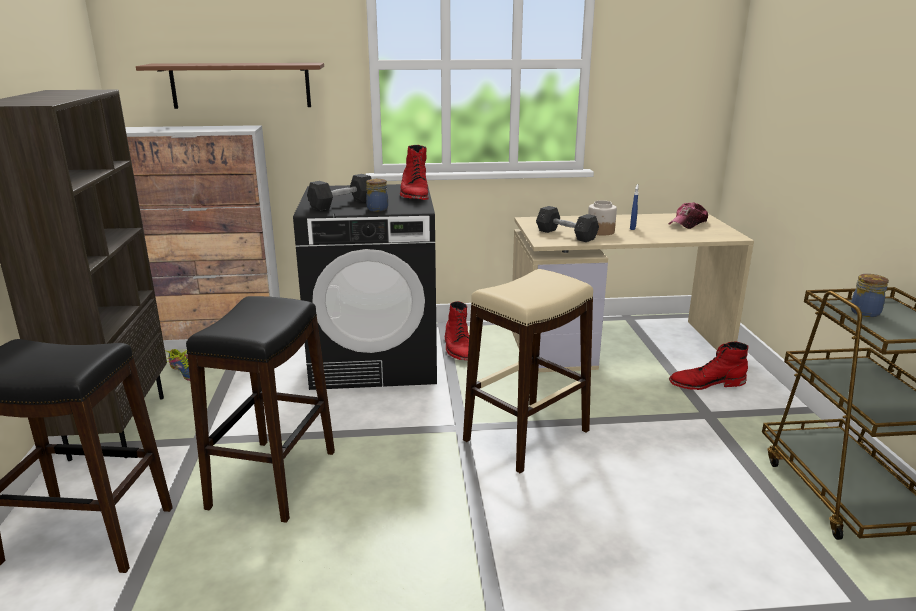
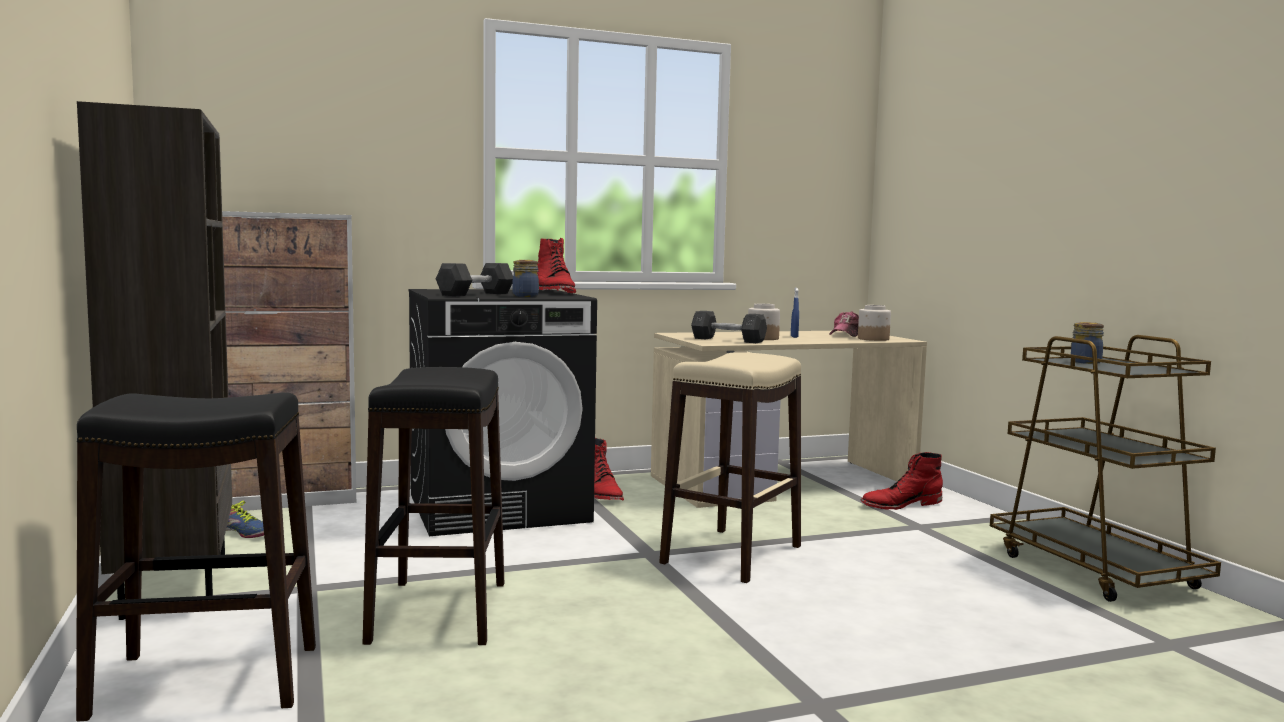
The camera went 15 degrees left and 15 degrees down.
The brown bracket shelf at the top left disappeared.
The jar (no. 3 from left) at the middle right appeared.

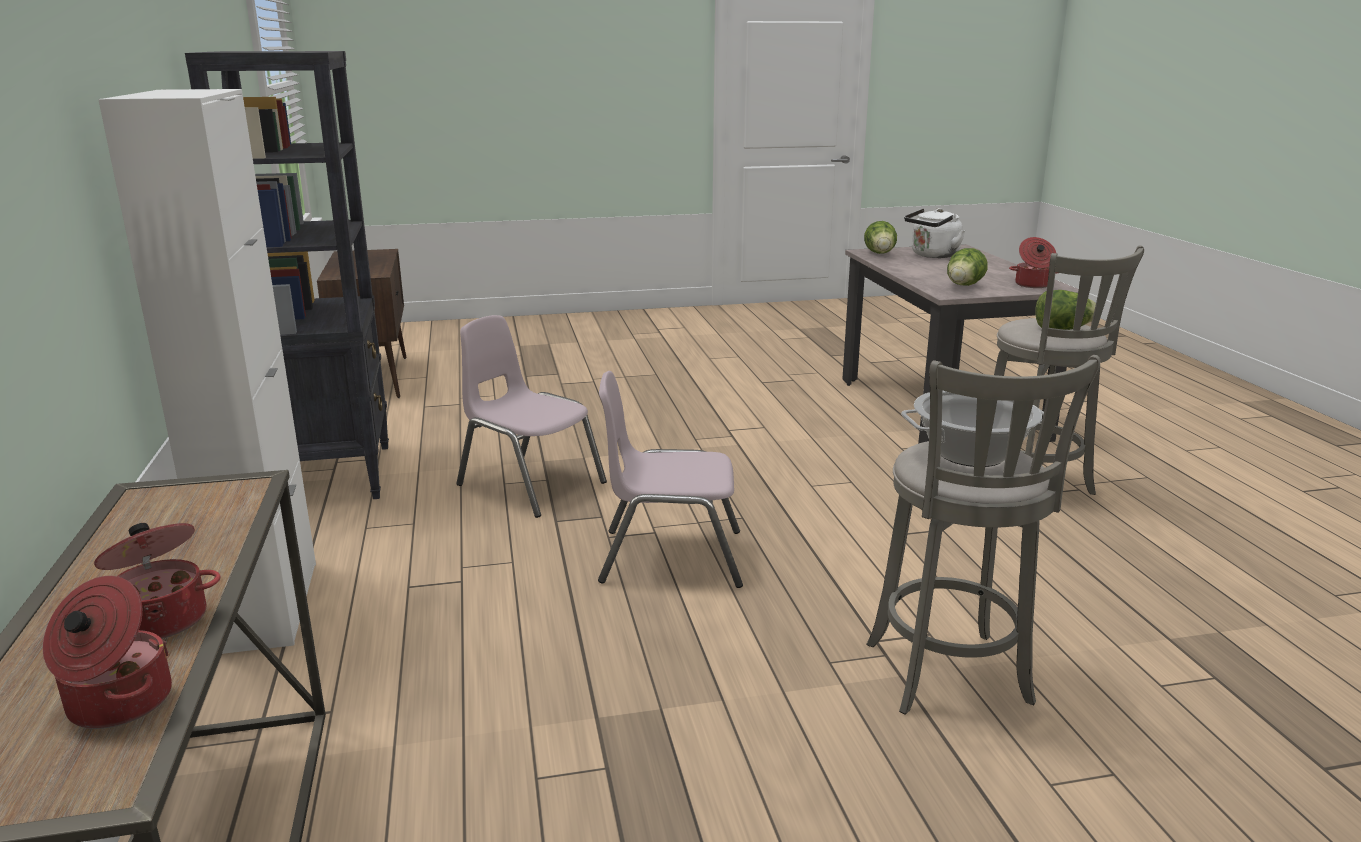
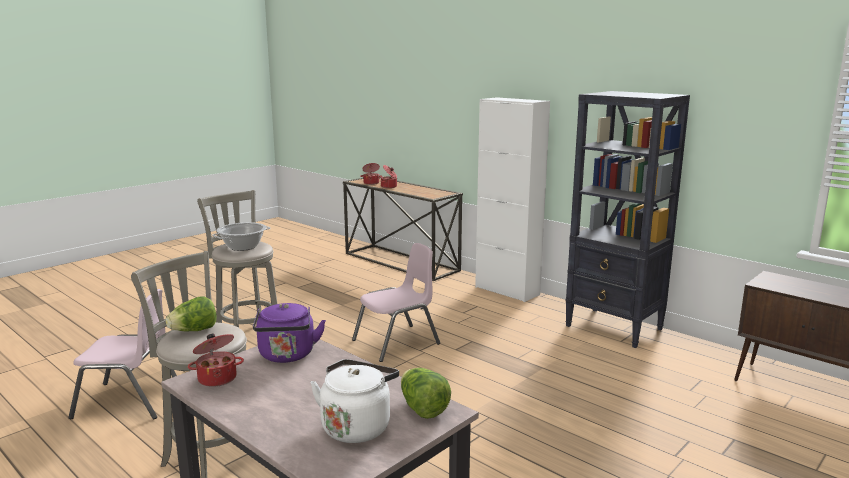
The camera went 145 degrees right and 5 degrees down.
The head of lettuce (no. 2 from left) at the top right was replaced by the purple water kettle at the bottom centre.
The pinkish chair (no. 1 from left) moved from the centre to the bottom left.

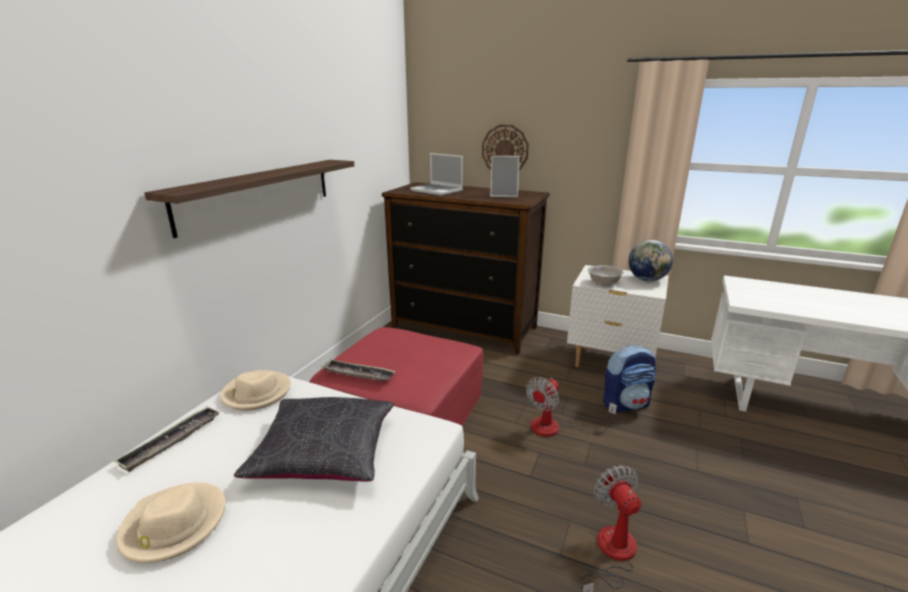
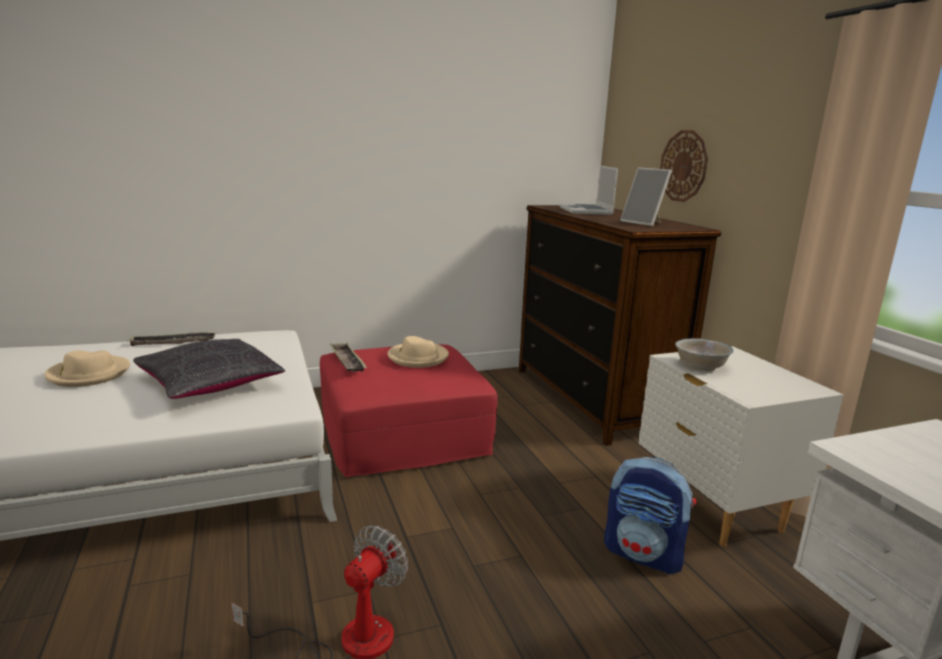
The camera went 45 degrees right and 5 degrees down.
The bracket shelf at the middle left disappeared.
The desk globe at the middle right disappeared.
The sand-coloured clothing hat (no. 2 from left) moved from the middle left to the centre.
The cooling fan (no. 1 from left) at the bottom centre disappeared.

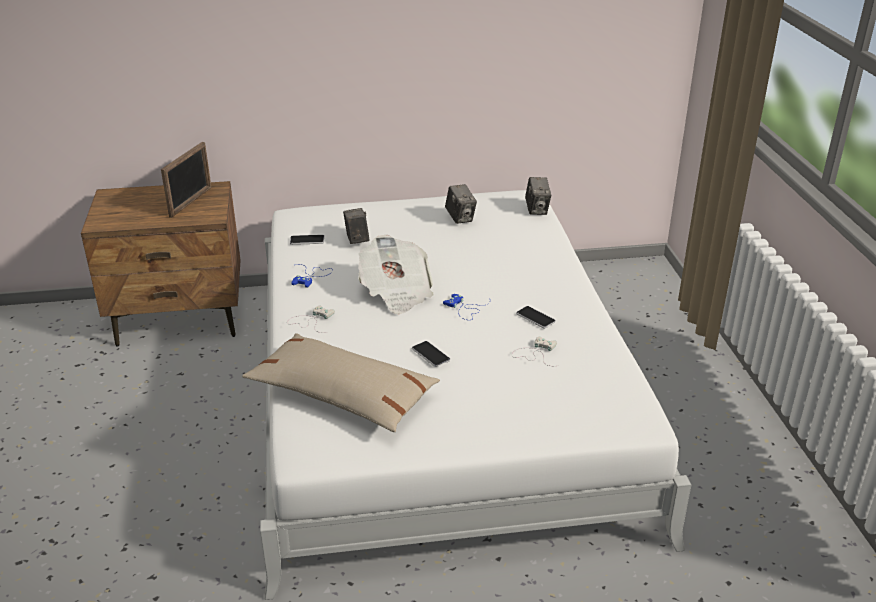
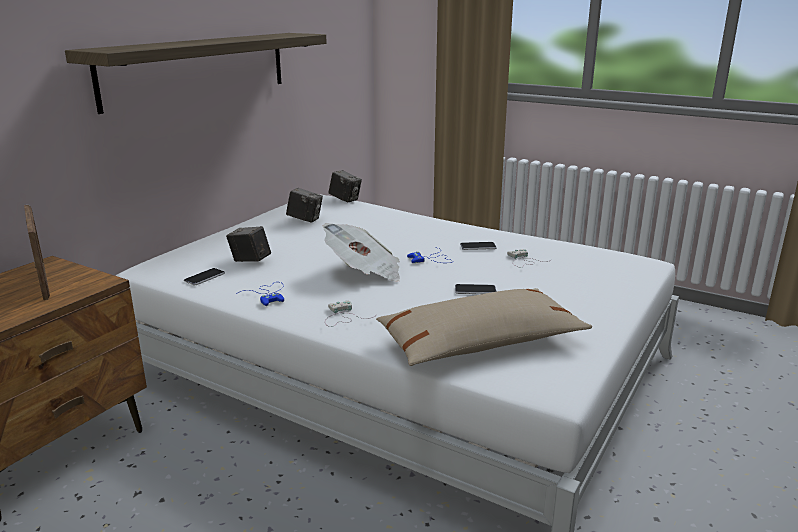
The camera went 50 degrees left and 10 degrees down.
The bracket shelf at the top left appeared.

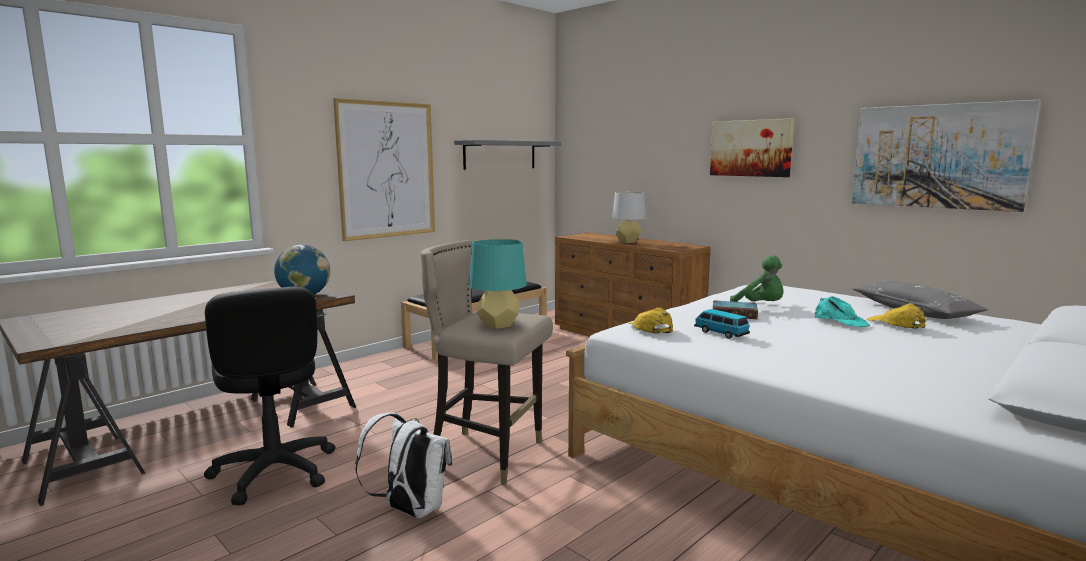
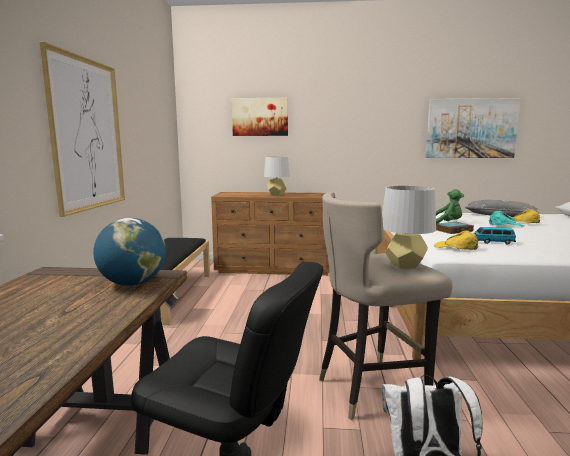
The camera went 40 degrees left and 0 degrees up.
The picture (no. 2 from left) moved from the top right to the top centre.
The gray bracket shelf at the top centre disappeared.
The blue-green tabletop lamp at the centre became the gray tabletop lamp (no. 2 from left) at the middle right.

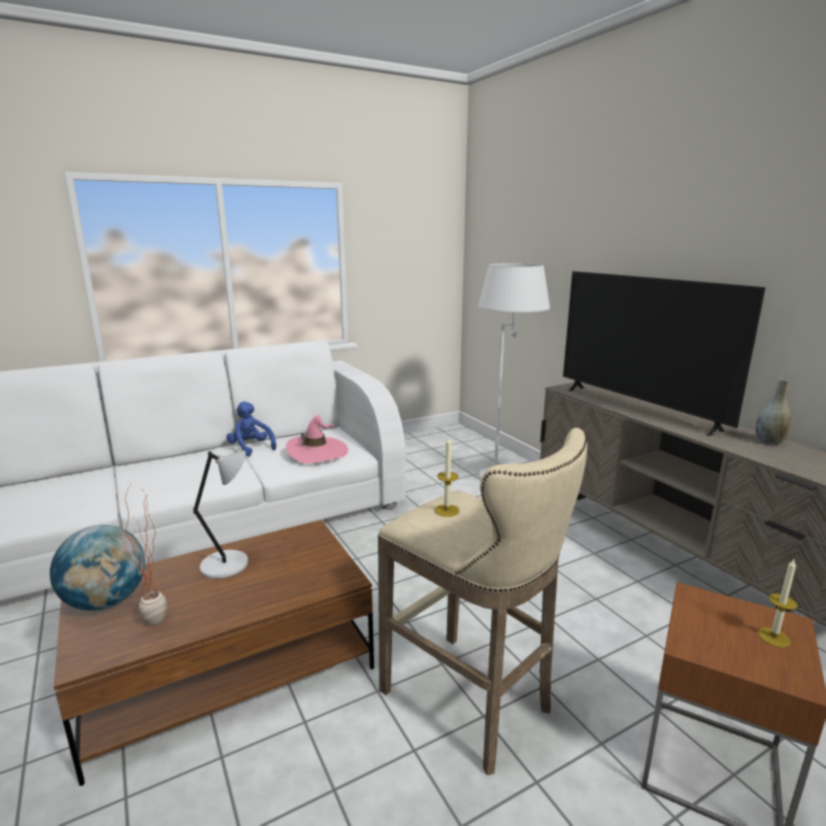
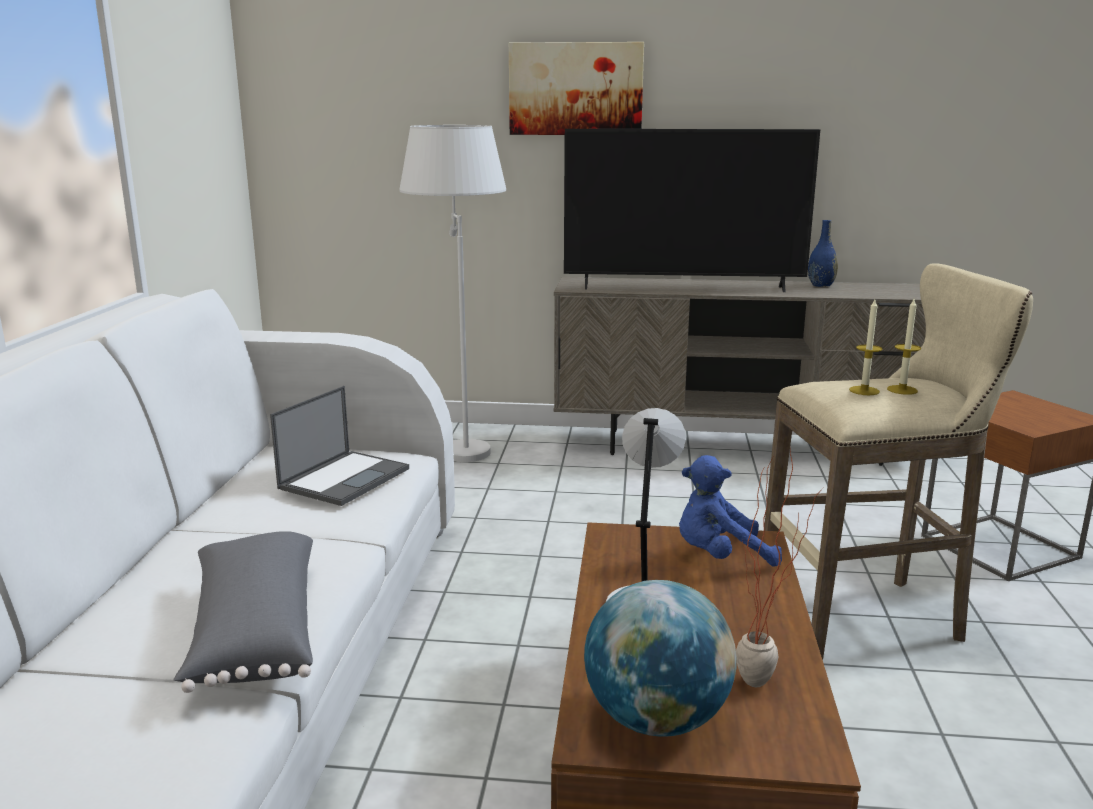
The camera went 55 degrees left and 0 degrees up.
The gray flower vase at the middle right became the blue-coloured flower vase at the top right.
The blue-coloured soft toy moved from the middle left to the middle right.
The pinkish clothing hat at the centre was replaced by the notebook computer at the middle left.
The wax candle (no. 2 from left) moved from the bottom right to the middle right.
The picture at the top centre appeared.
The gray cushion at the bottom left appeared.

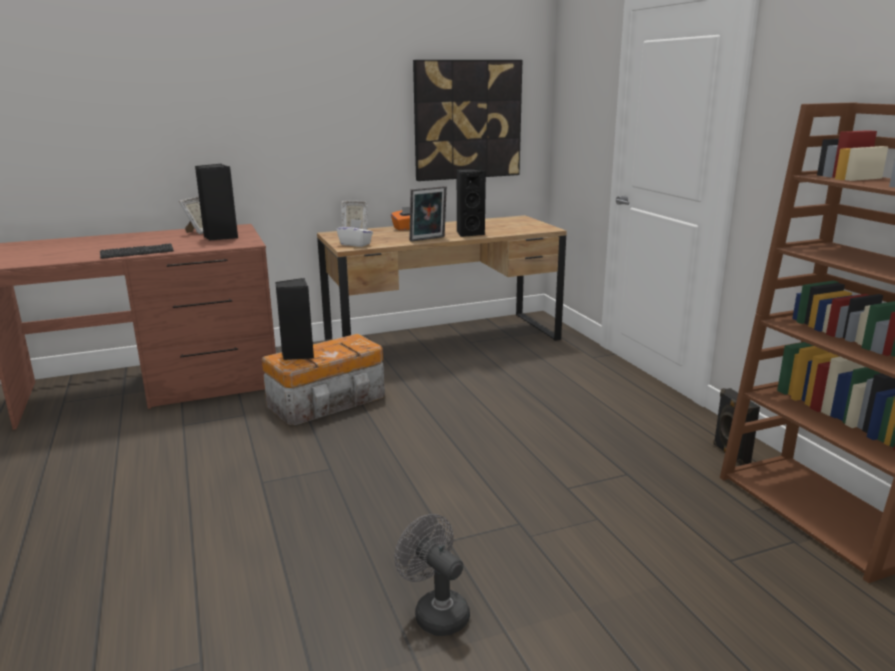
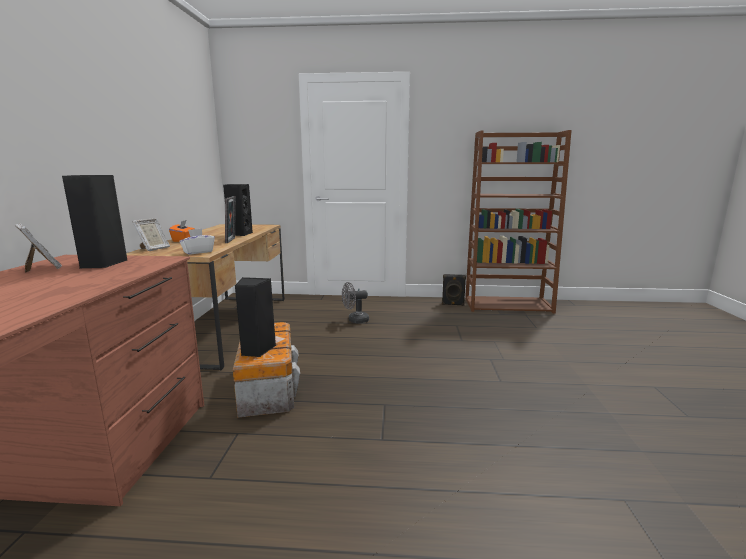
The camera went 65 degrees left and 5 degrees down.
The picture at the top centre disappeared.
The PC keyboard at the middle left disappeared.
The gray cooling fan moved from the bottom centre to the centre.

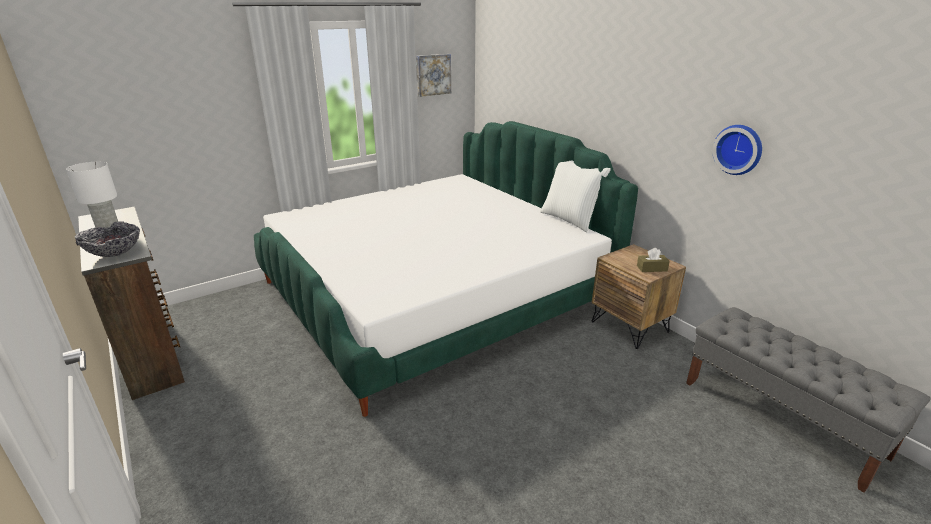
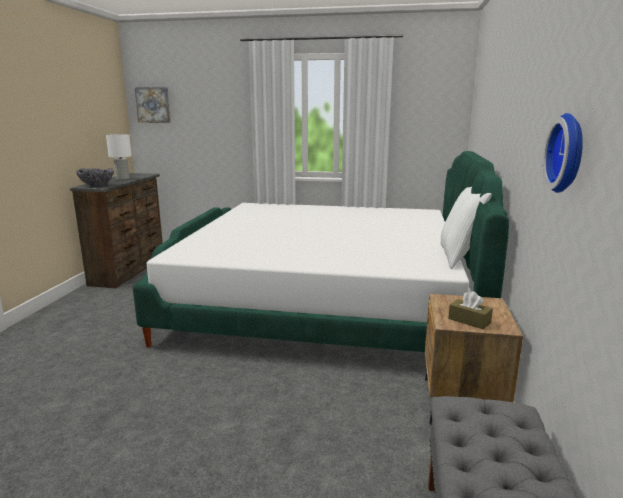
The camera went 45 degrees right and 10 degrees down.
The picture moved from the top centre to the top left.

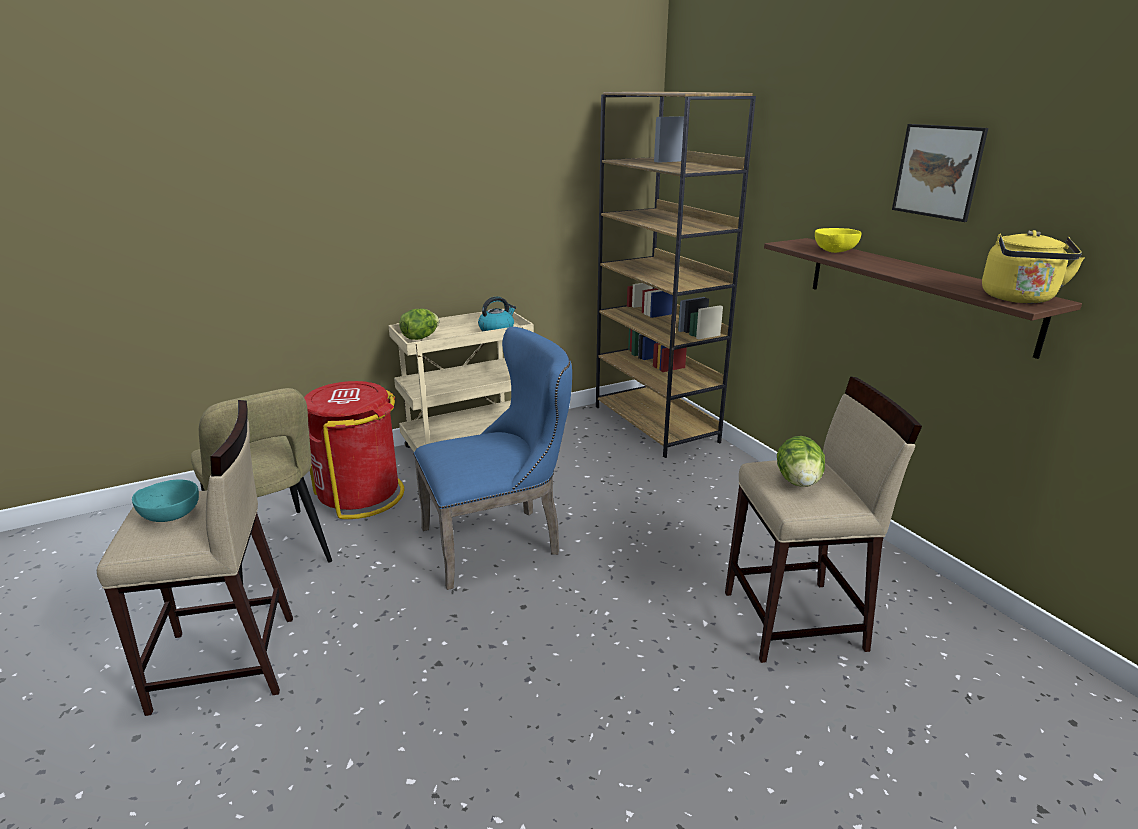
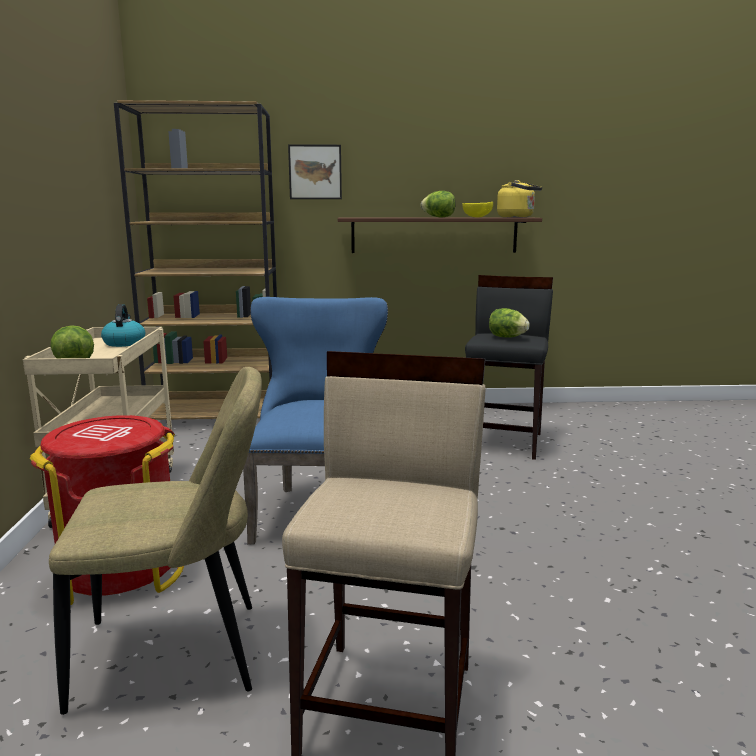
The camera went 65 degrees left and 10 degrees down.
The picture moved from the top right to the top centre.
The yellowish serving bowl moved from the top right to the top centre.
The sand-coloured stool (no. 2 from left) at the middle right became the blackish stool at the middle right.
The blue-green serving bowl at the middle left disappeared.
The head of lettuce (no. 2 from left) at the top centre appeared.

